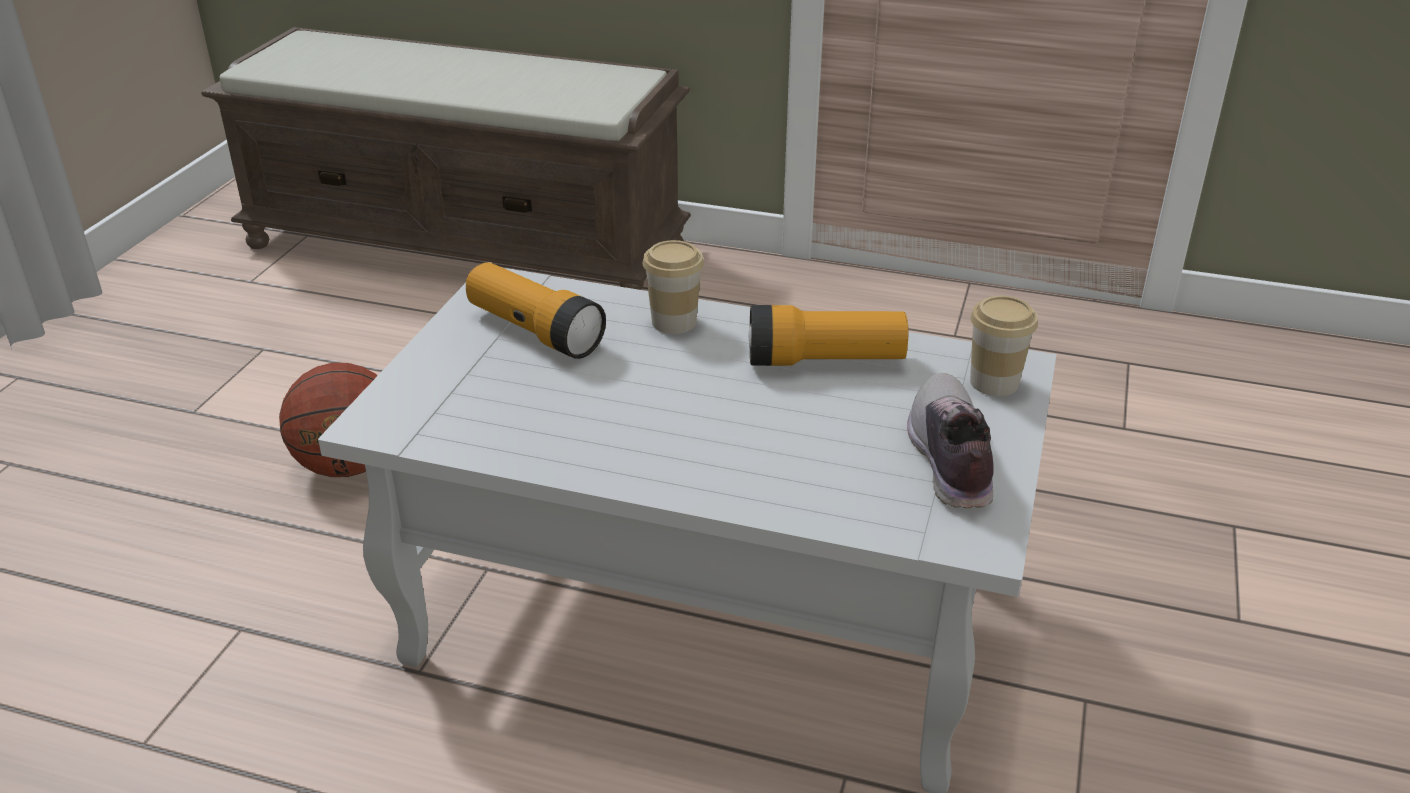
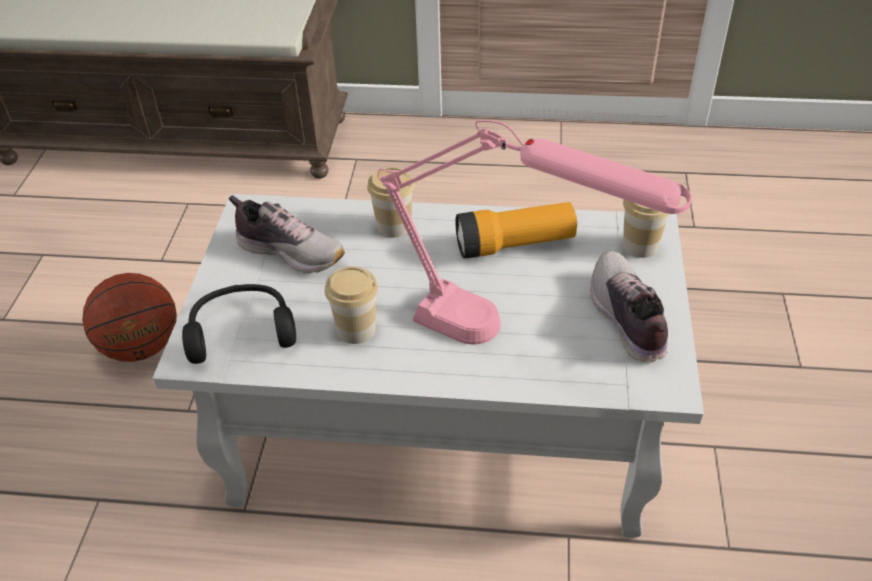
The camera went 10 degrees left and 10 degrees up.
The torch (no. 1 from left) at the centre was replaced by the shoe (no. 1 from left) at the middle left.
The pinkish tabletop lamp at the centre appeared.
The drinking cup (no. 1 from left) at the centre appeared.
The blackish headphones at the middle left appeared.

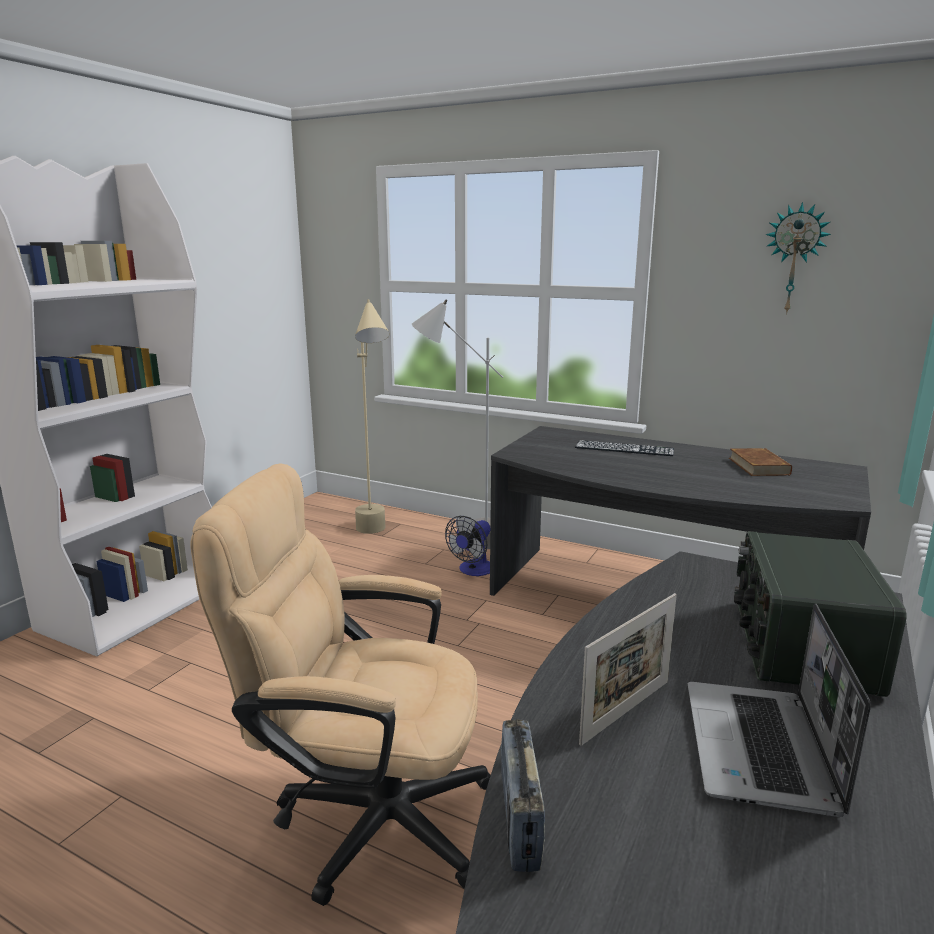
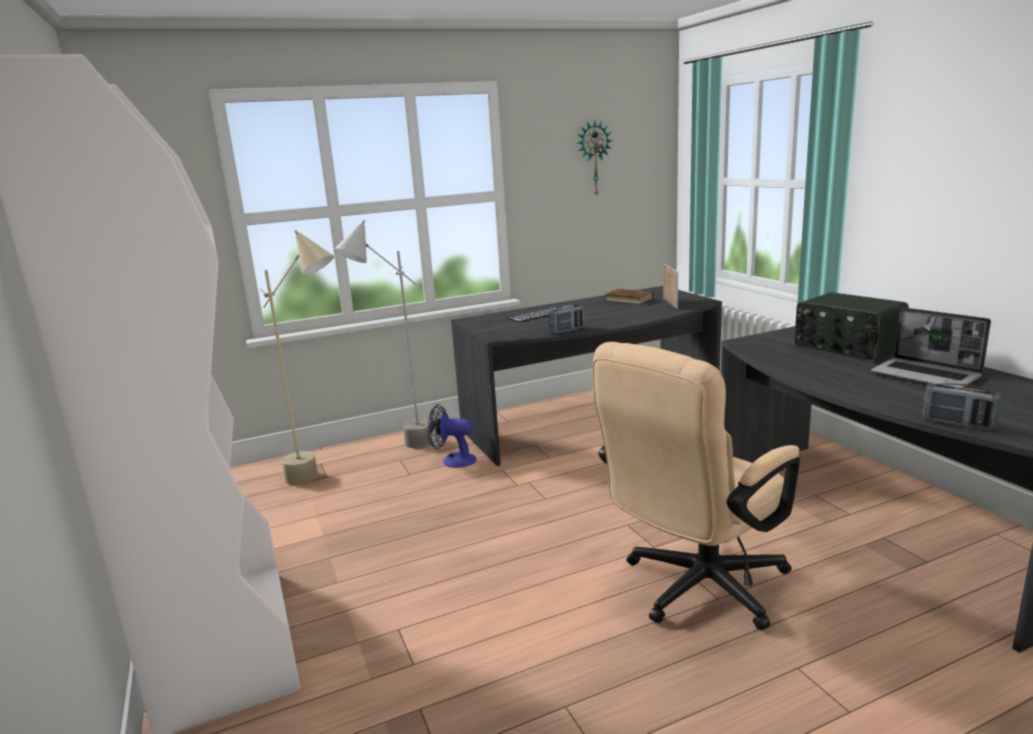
The camera went 50 degrees left and 0 degrees up.
The cooling fan at the centre turned 120 degrees clockwise.
The picture frame moved from the bottom right to the centre.
The radio set (no. 1 from left) at the centre appeared.

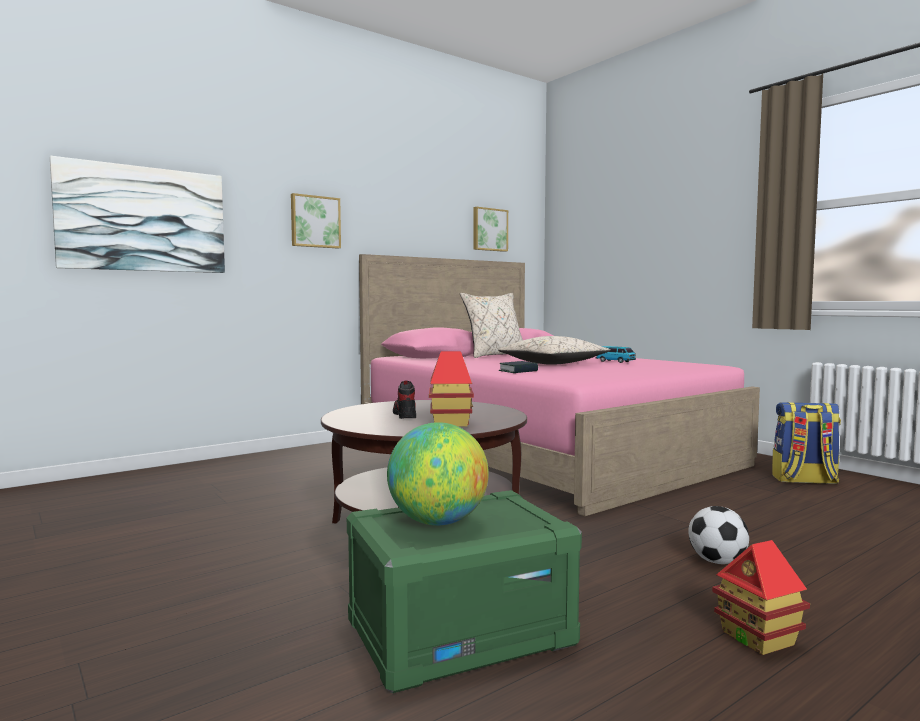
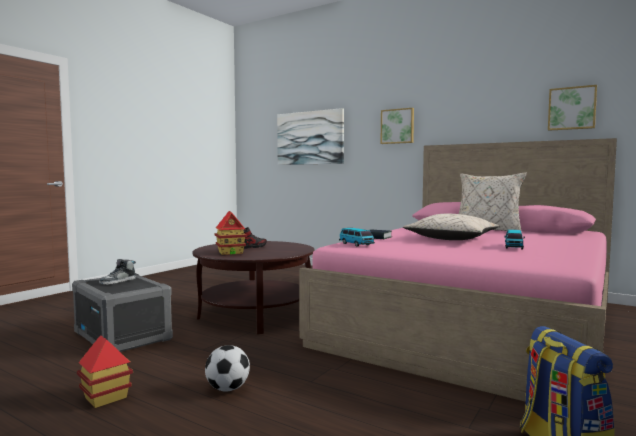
The camera went 70 degrees right and 0 degrees up.
The desk globe at the centre was replaced by the shoe (no. 1 from left) at the middle left.
The green storage box at the bottom centre became the gray storage box at the bottom left.
The miniature car (no. 1 from left) at the centre appeared.

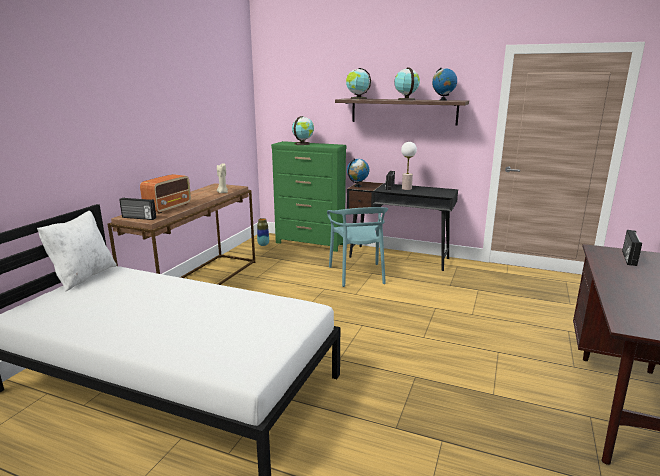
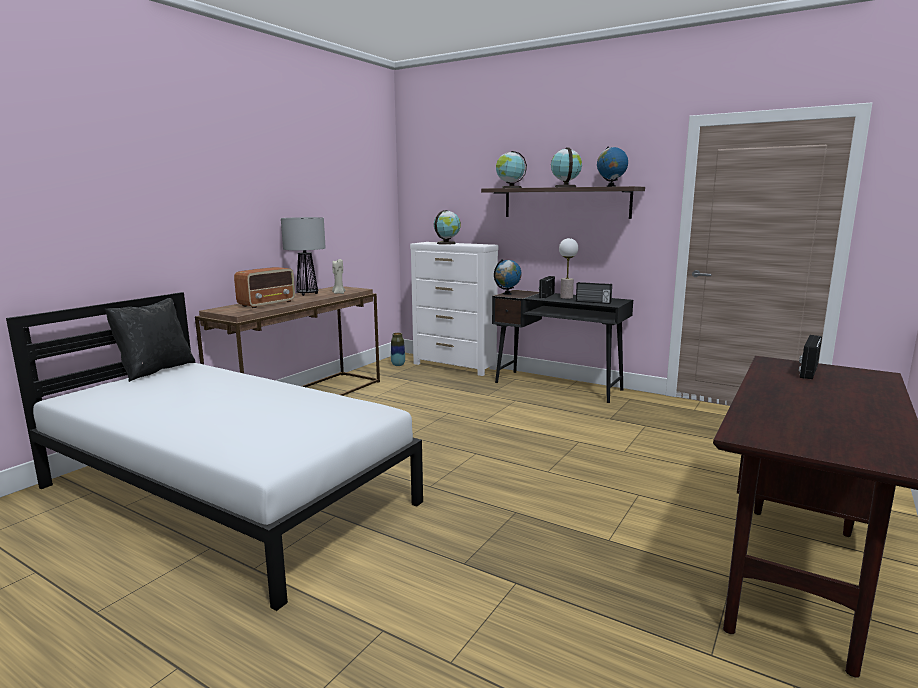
The camera went 10 degrees right and 5 degrees down.
The green chest of drawers at the centre became the white chest of drawers at the centre.
The radio set (no. 1 from left in the first image) moved from the middle left to the centre.
The blue-green chair at the centre disappeared.
The white cushion at the middle left became the blackish cushion at the middle left.
The tabletop lamp (no. 1 from left) at the middle left appeared.

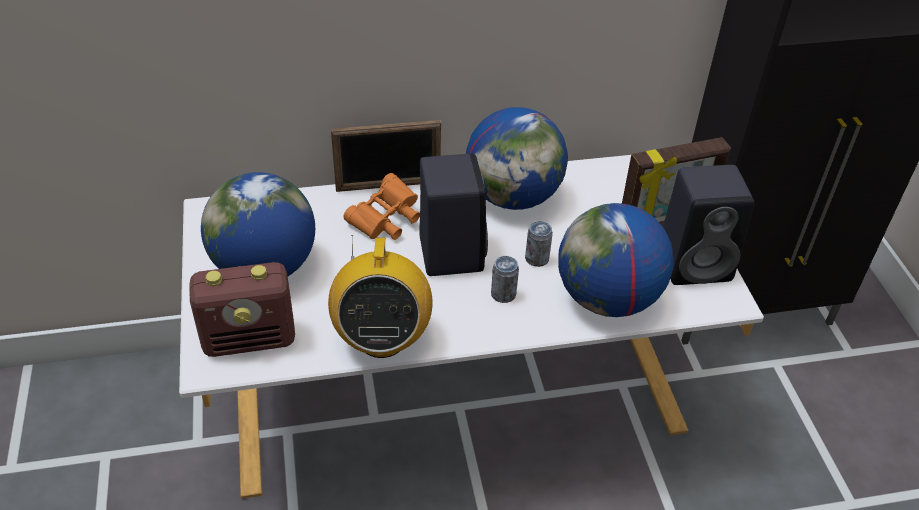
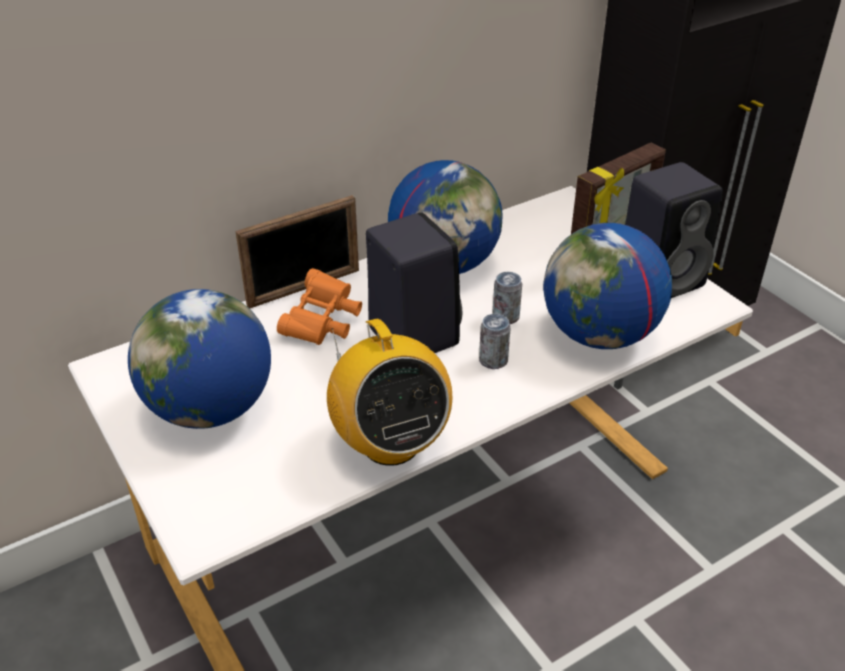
The camera went 20 degrees left and 5 degrees down.
The radio set (no. 1 from left) at the middle left disappeared.

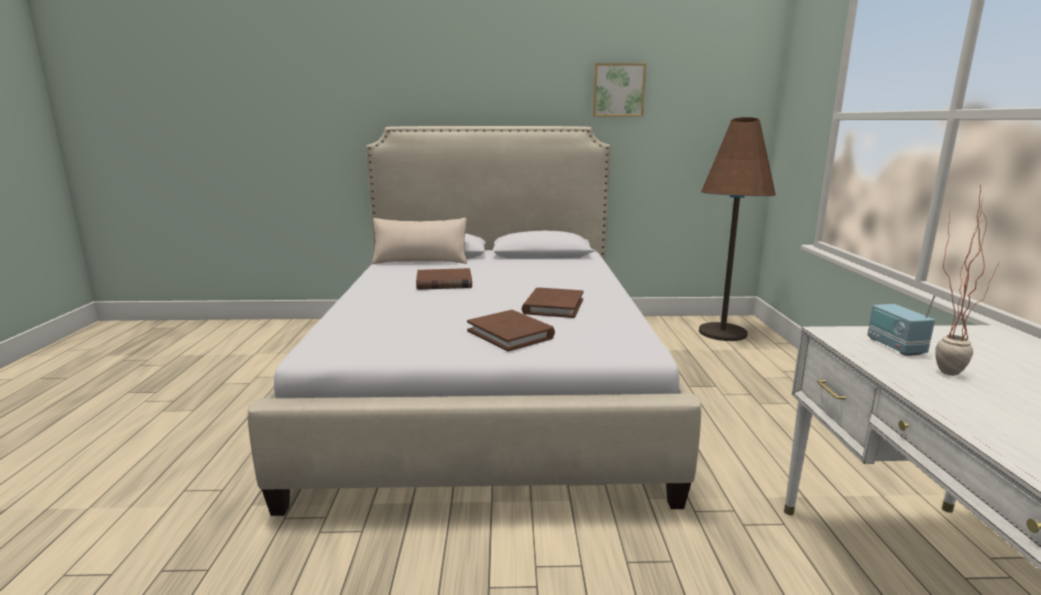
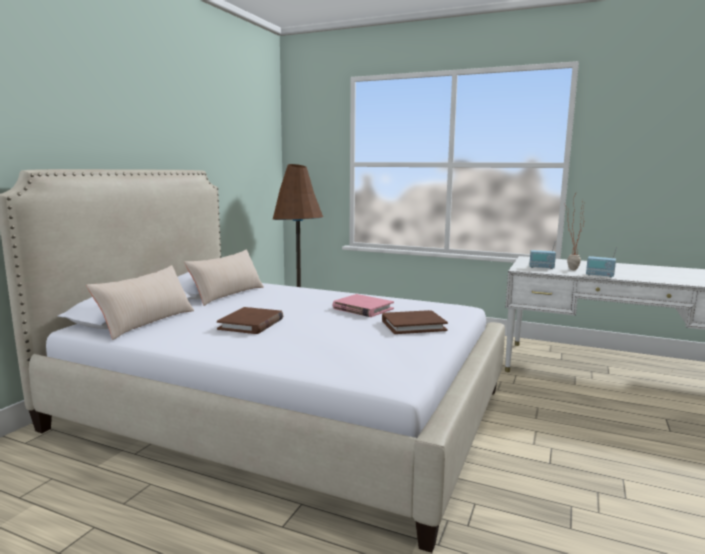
The camera went 65 degrees left and 5 degrees down.
The picture at the top centre disappeared.
The brown volume (no. 3 from left) at the centre became the pinkish volume at the centre.
The radio set (no. 2 from left) at the middle right appeared.
The sand-coloured cushion (no. 2 from left) at the middle left appeared.

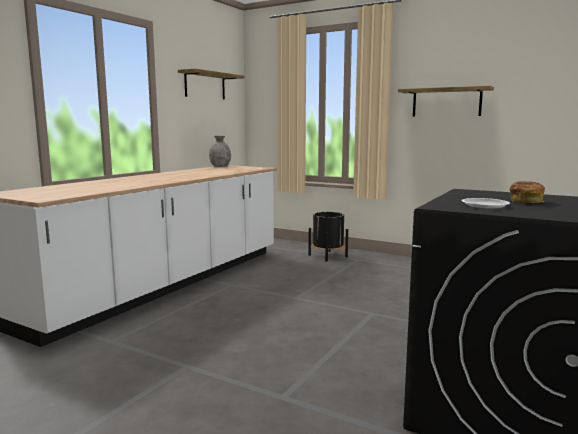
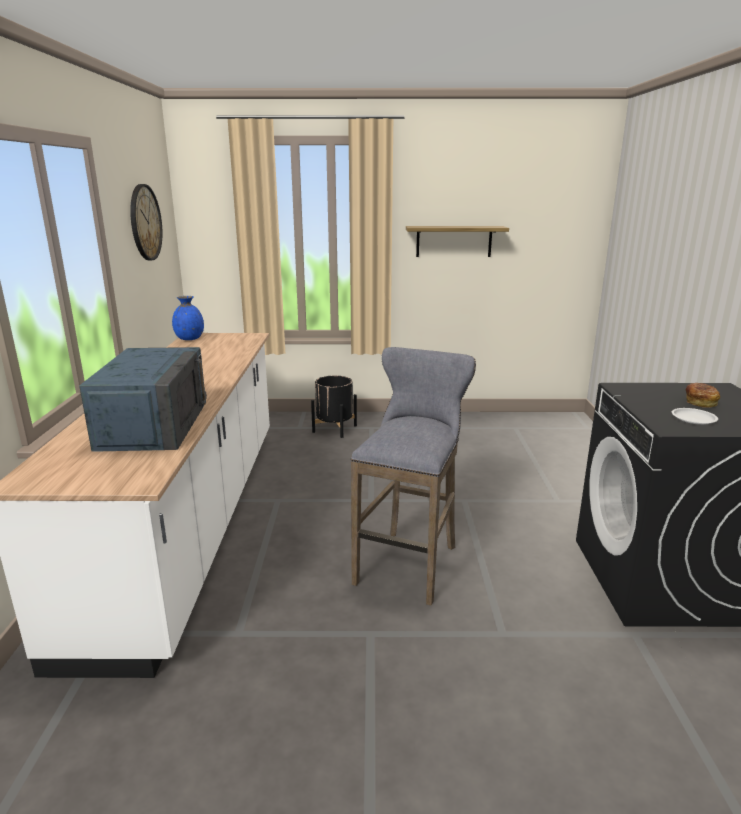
The camera went 30 degrees left and 10 degrees up.
The bracket shelf (no. 1 from left) at the top centre was replaced by the wall clock at the top left.
The gray flower vase at the centre became the blue-coloured flower vase at the middle left.
The blue-coloured kitchen microwave at the middle left appeared.
The gray stool at the centre appeared.

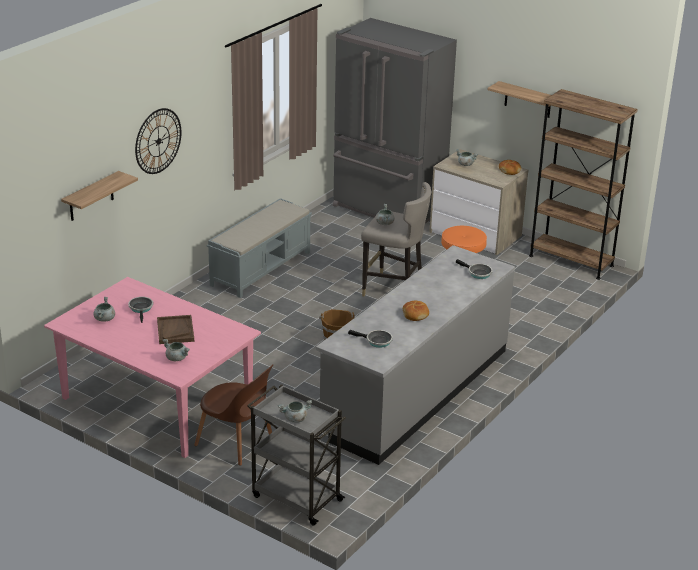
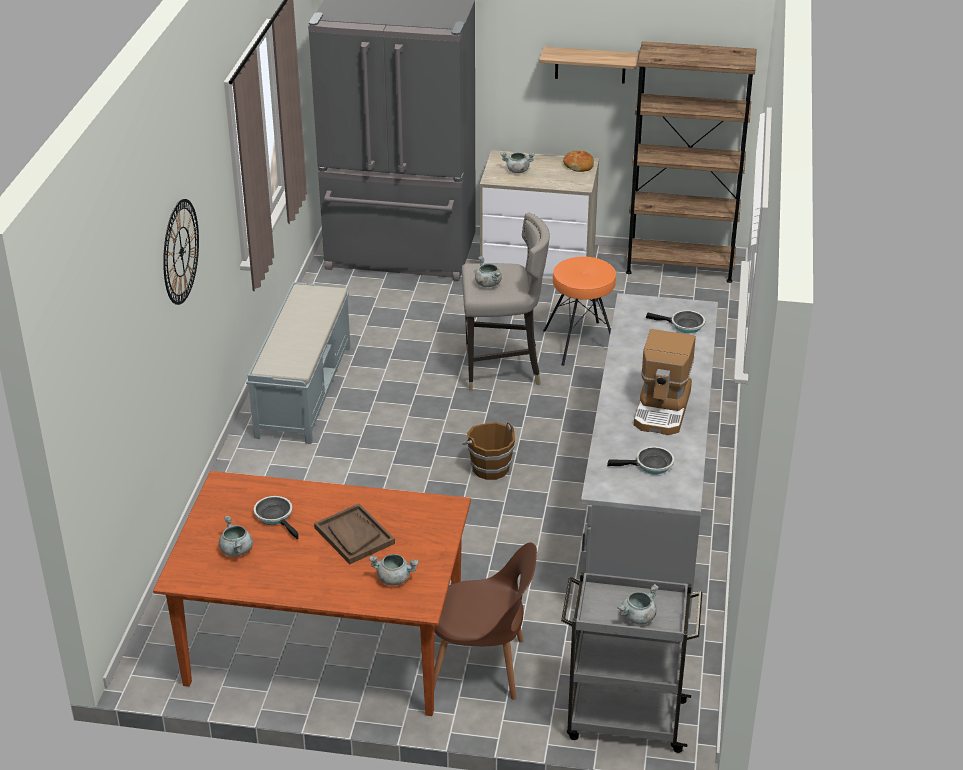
The camera went 25 degrees left and 5 degrees up.
The bracket shelf (no. 1 from left) at the middle left disappeared.
The pinkish dining table at the middle left became the brown dining table at the bottom left.
The baked bread (no. 1 from left) at the centre was replaced by the coffee brewer at the middle right.

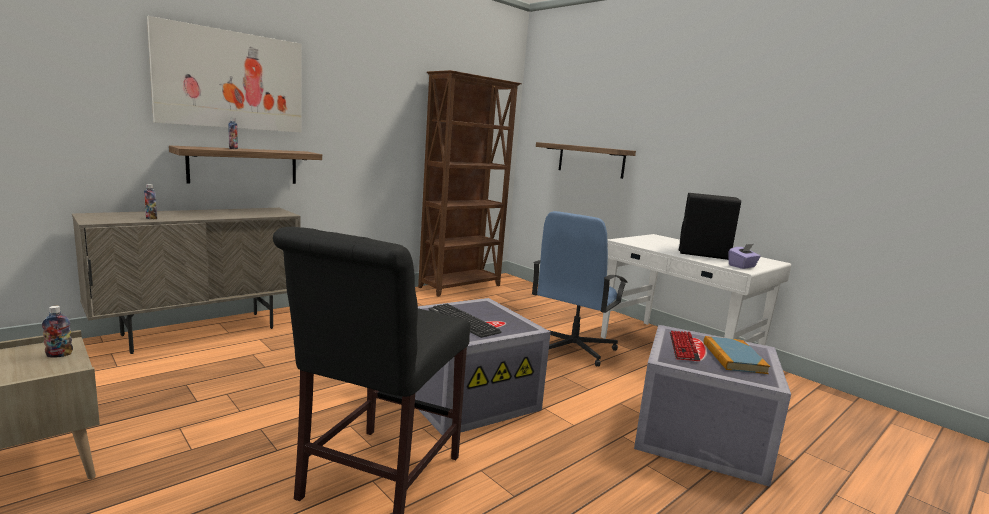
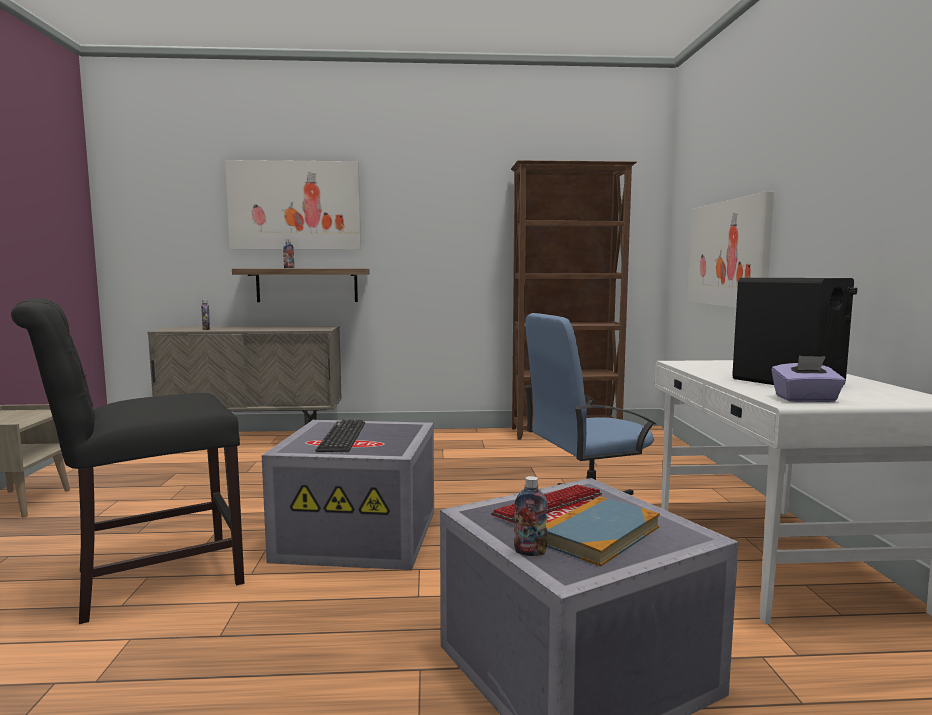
The camera went 40 degrees right and 5 degrees down.
The bracket shelf (no. 2 from left) at the top centre was replaced by the picture (no. 2 from left) at the middle right.
The drink bottle (no. 1 from left in the first image) moved from the middle left to the bottom centre.

